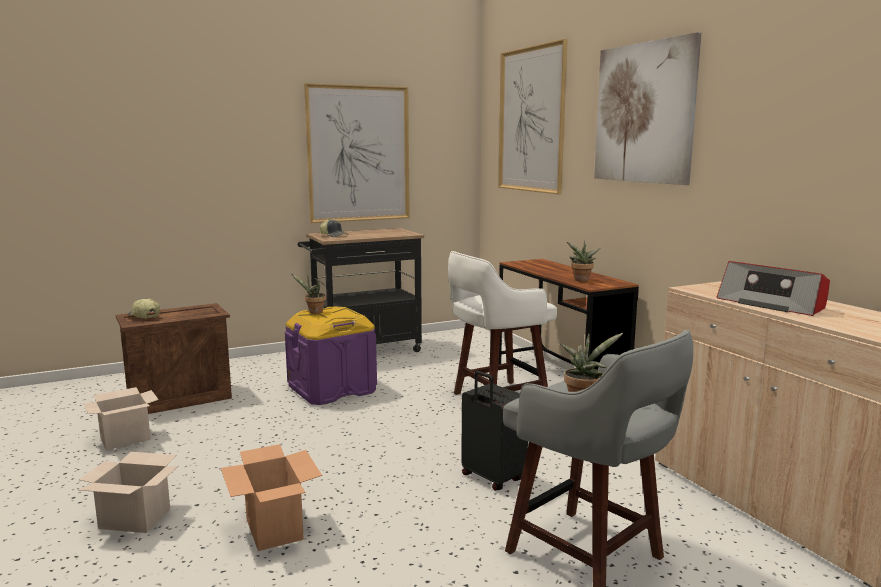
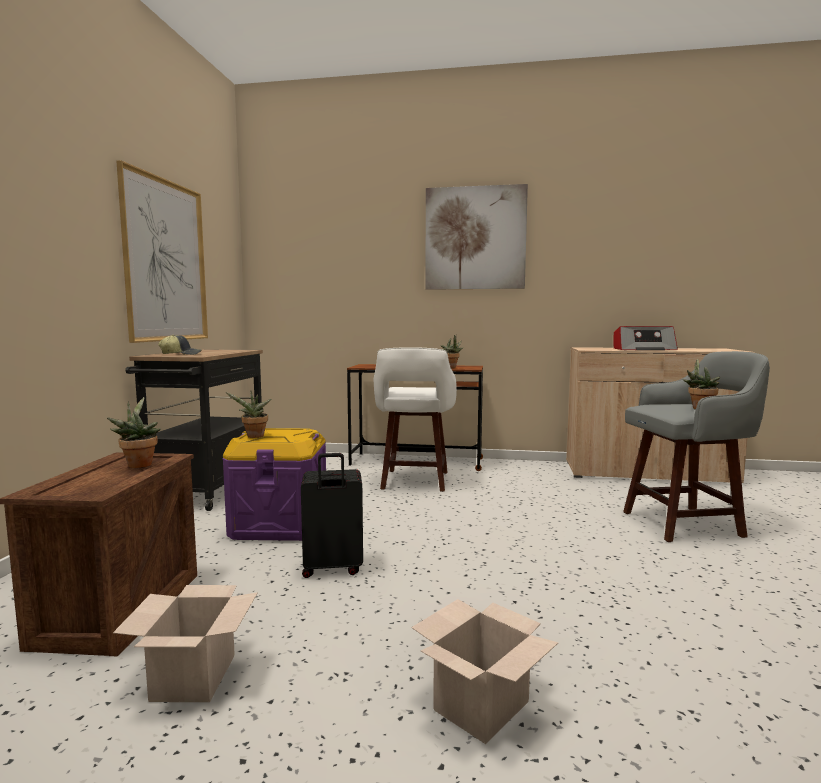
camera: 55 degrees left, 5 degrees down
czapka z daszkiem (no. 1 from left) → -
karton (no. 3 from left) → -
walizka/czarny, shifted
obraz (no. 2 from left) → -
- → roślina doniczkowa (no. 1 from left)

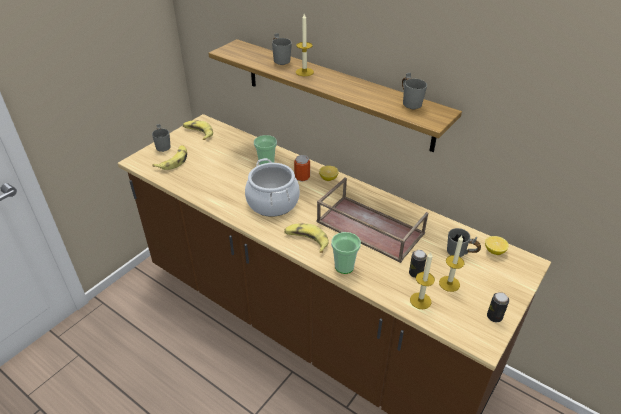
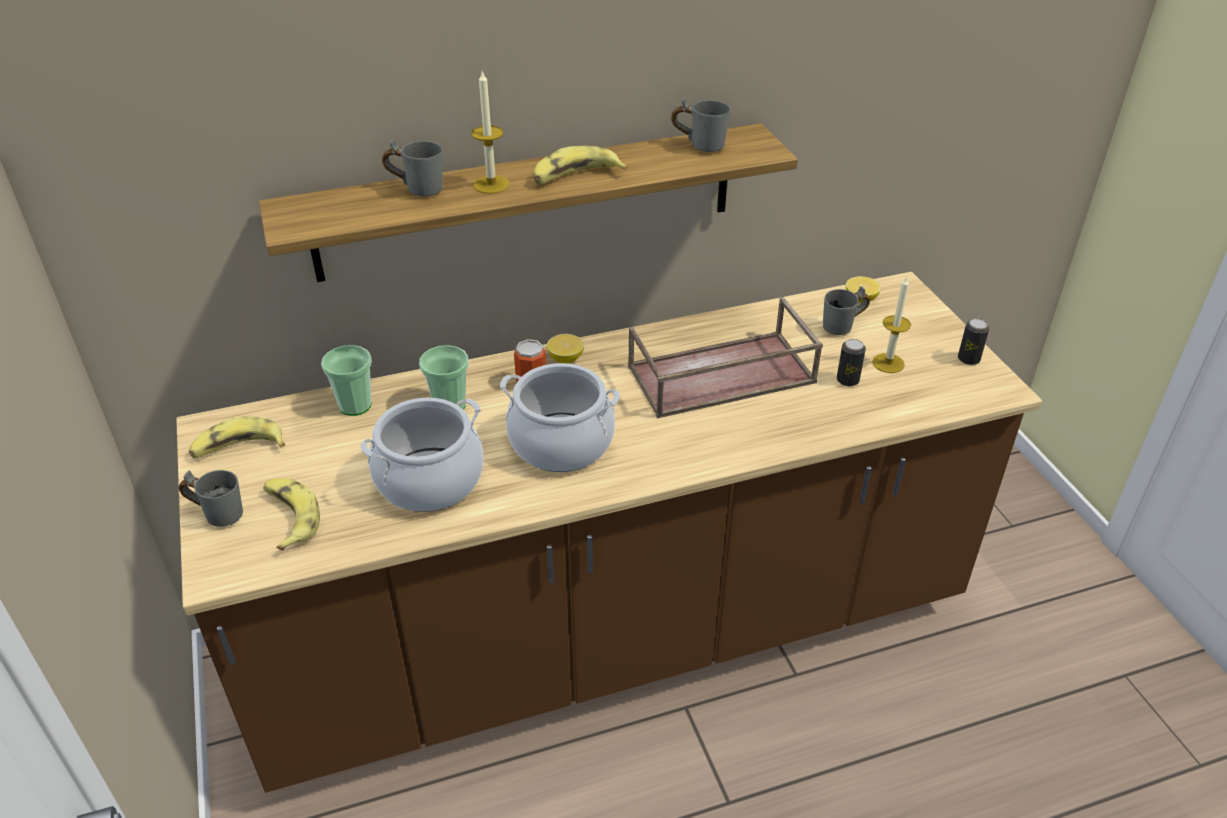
camera: 55 degrees left, 0 degrees up
banan (no. 3 from left), shifted
filiżanka (no. 2 from left in the first image) → filiżanka (no. 1 from left), shifted
świeca (no. 2 from left) → -
- → garnek (no. 1 from left)

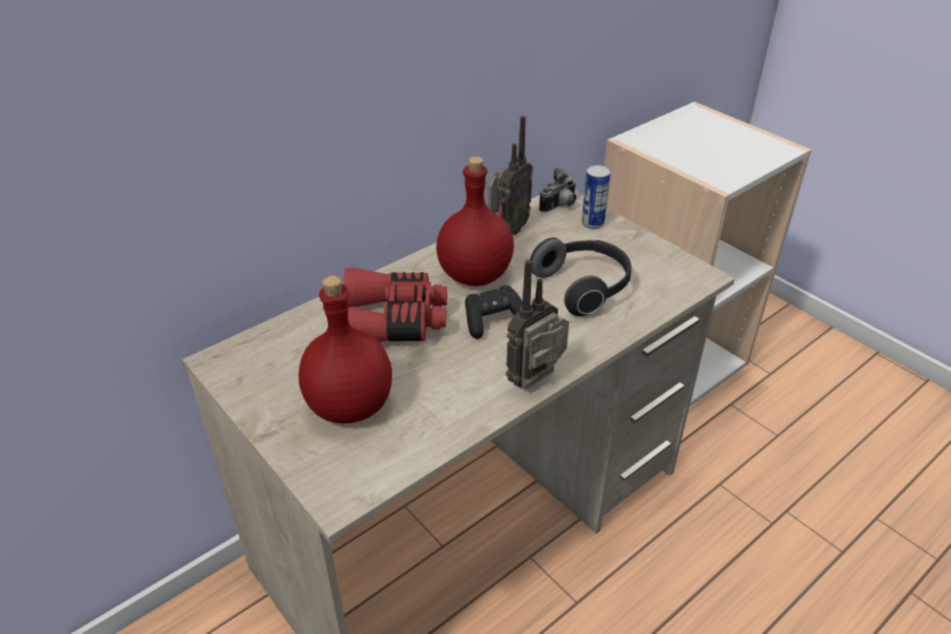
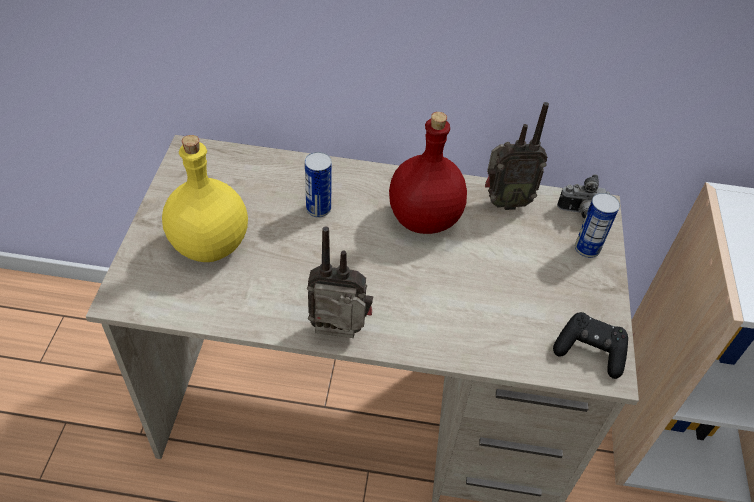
camera: 45 degrees right, 10 degrees up
butelka/czerwony (no. 1 from left) → butelka/żółty
lornetka/czerwony → puszka (no. 1 from left)
pad do gier/czarny, shifted
słuchawki → -

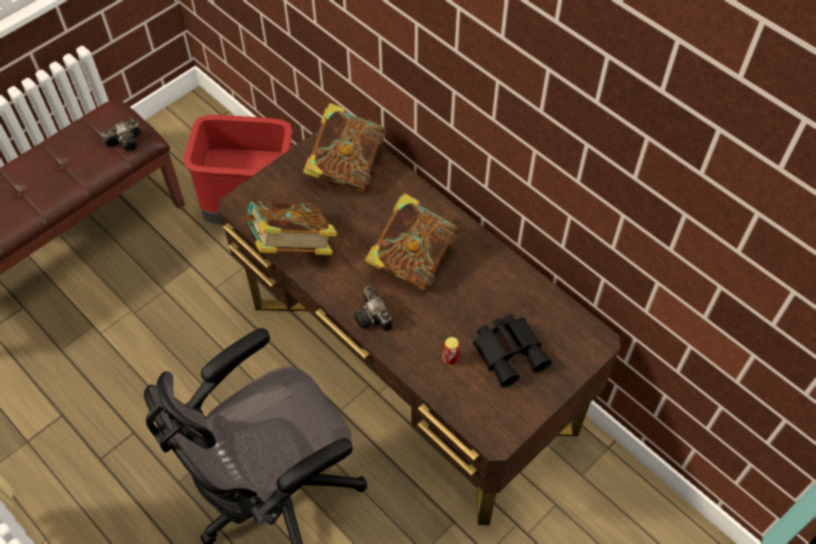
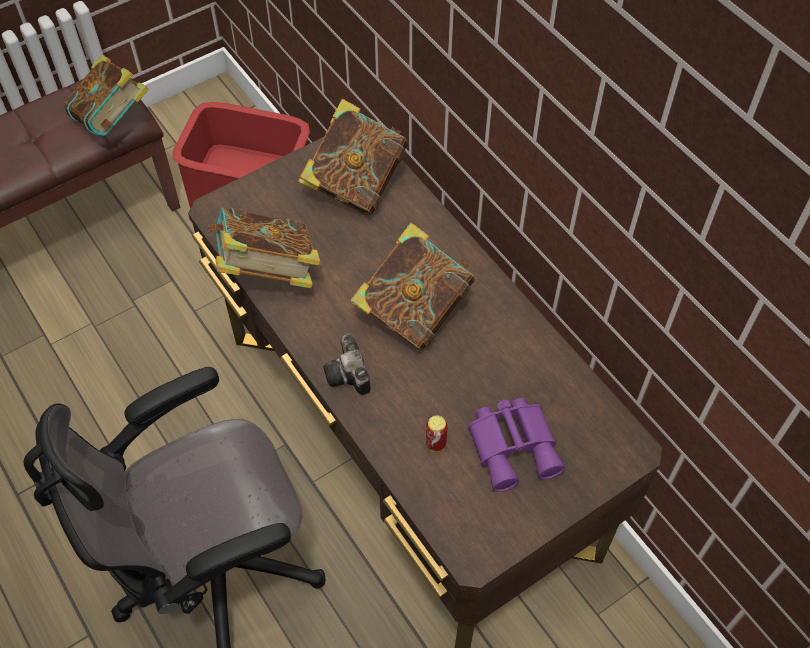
camera: 10 degrees right, 0 degrees up
aparat fotograficzny (no. 1 from left) → książka (no. 1 from left)
lornetka/czarny → lornetka/fioletowy

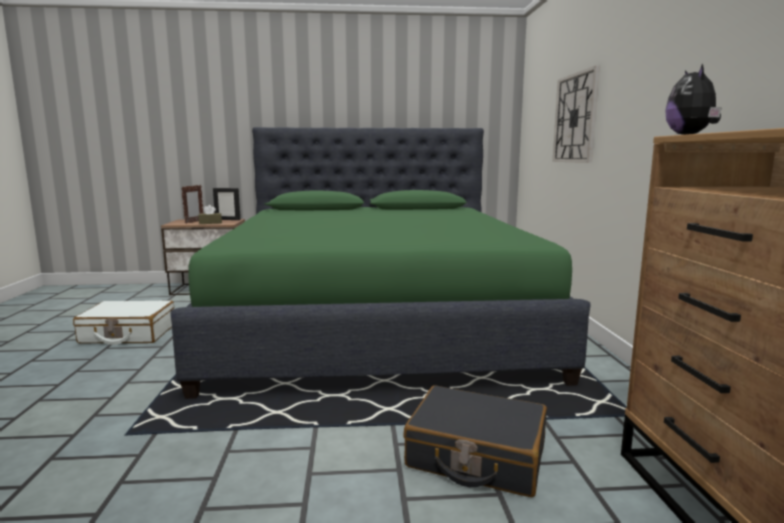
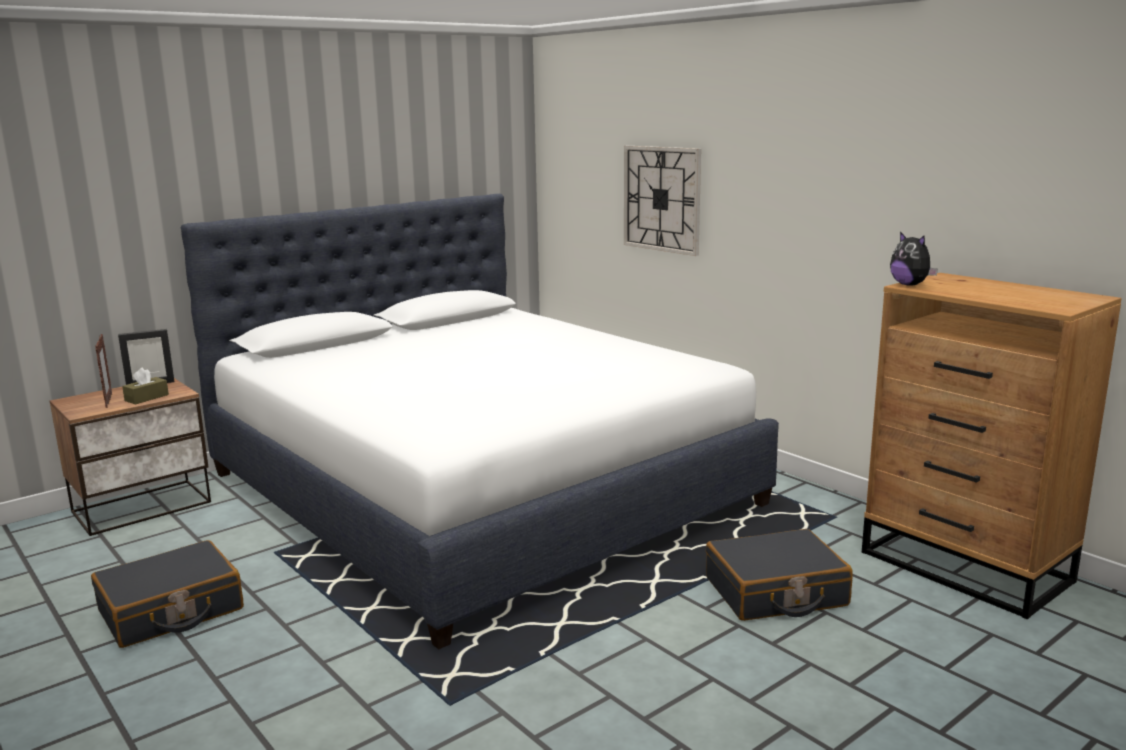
camera: 35 degrees left, 5 degrees up
walizka/biały → walizka/czarny (no. 1 from left)
łóżko/zielony → łóżko/biały

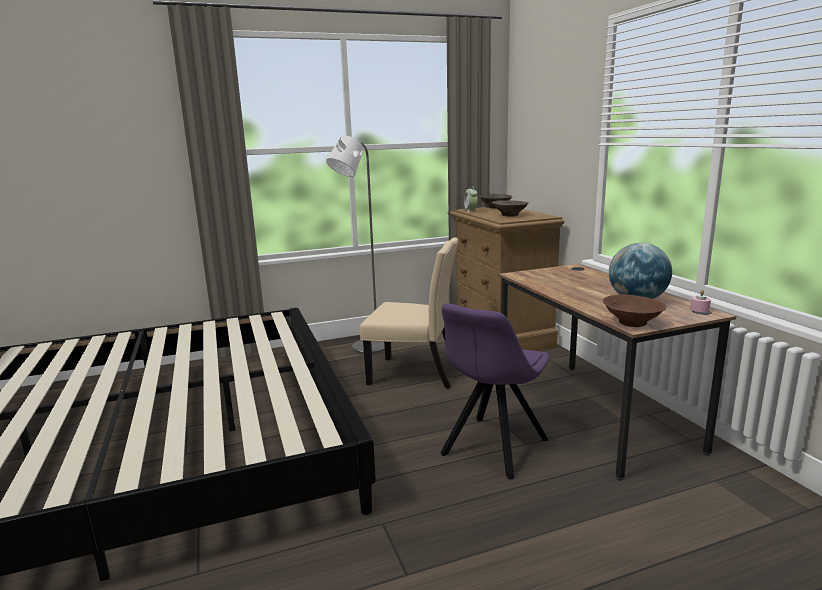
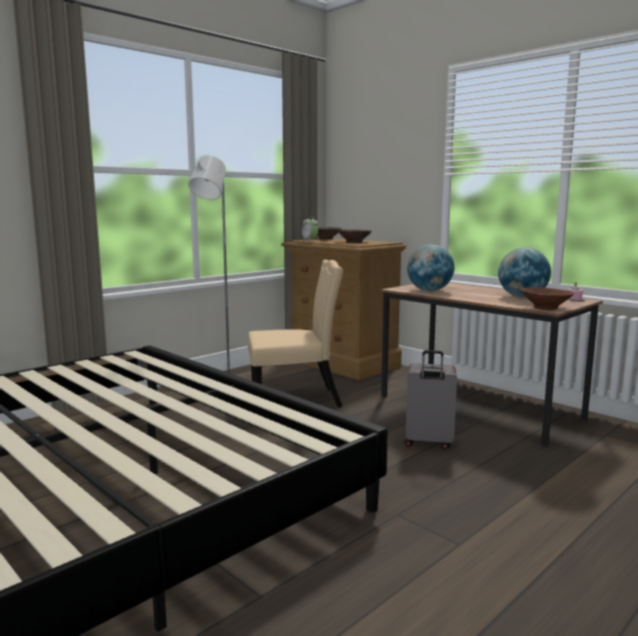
camera: 25 degrees left, 5 degrees down
krzesło/fioletowy → walizka/szary
- → globus (no. 1 from left)

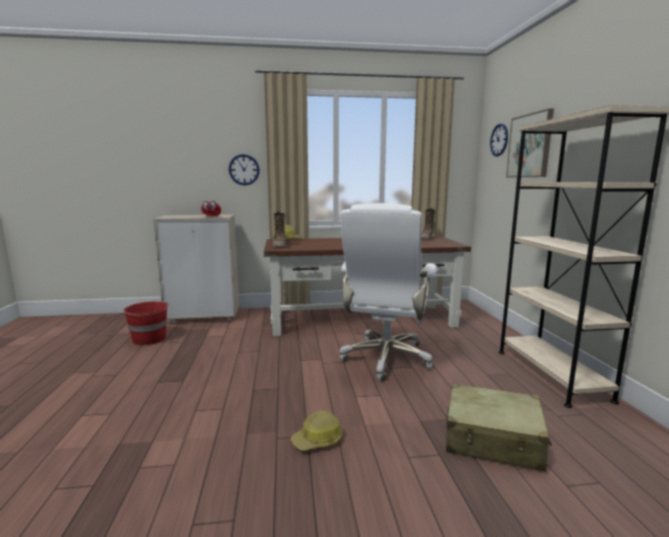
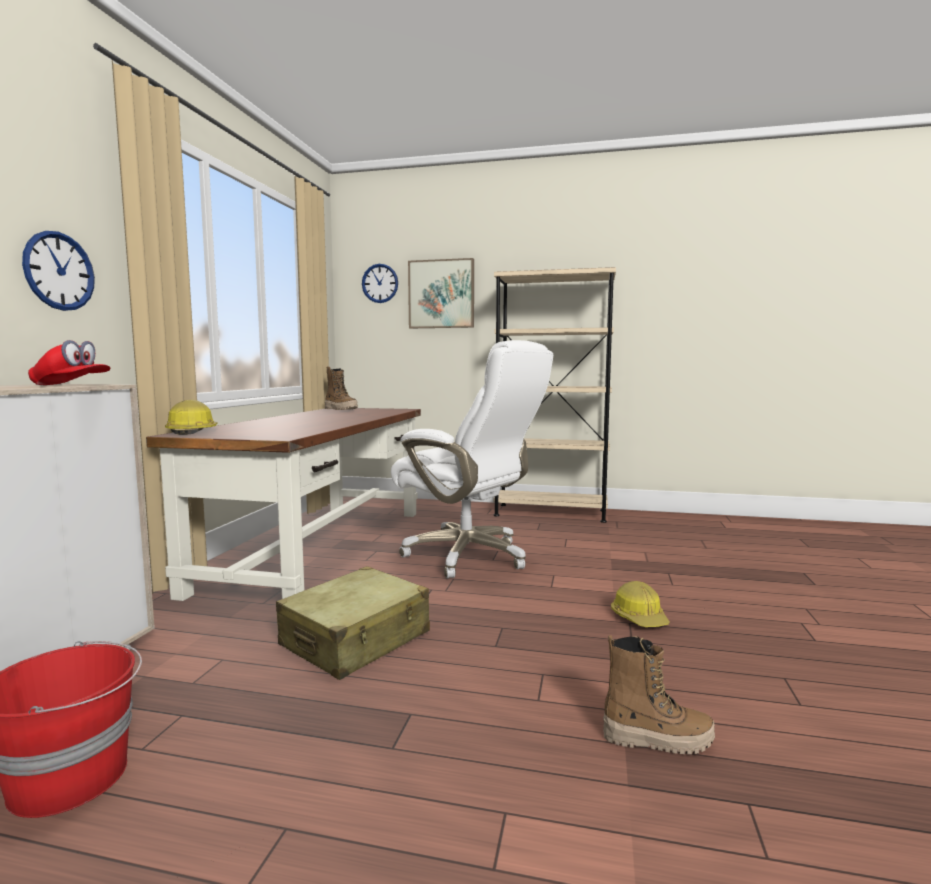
camera: 70 degrees left, 5 degrees down
but z cholewką (no. 1 from left in the first image) → but z cholewką (no. 2 from left), shifted
walizka/beżowy, shifted

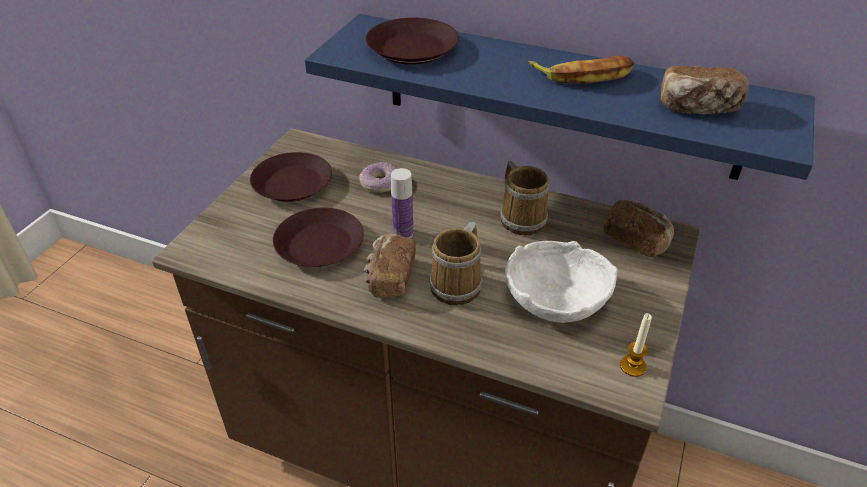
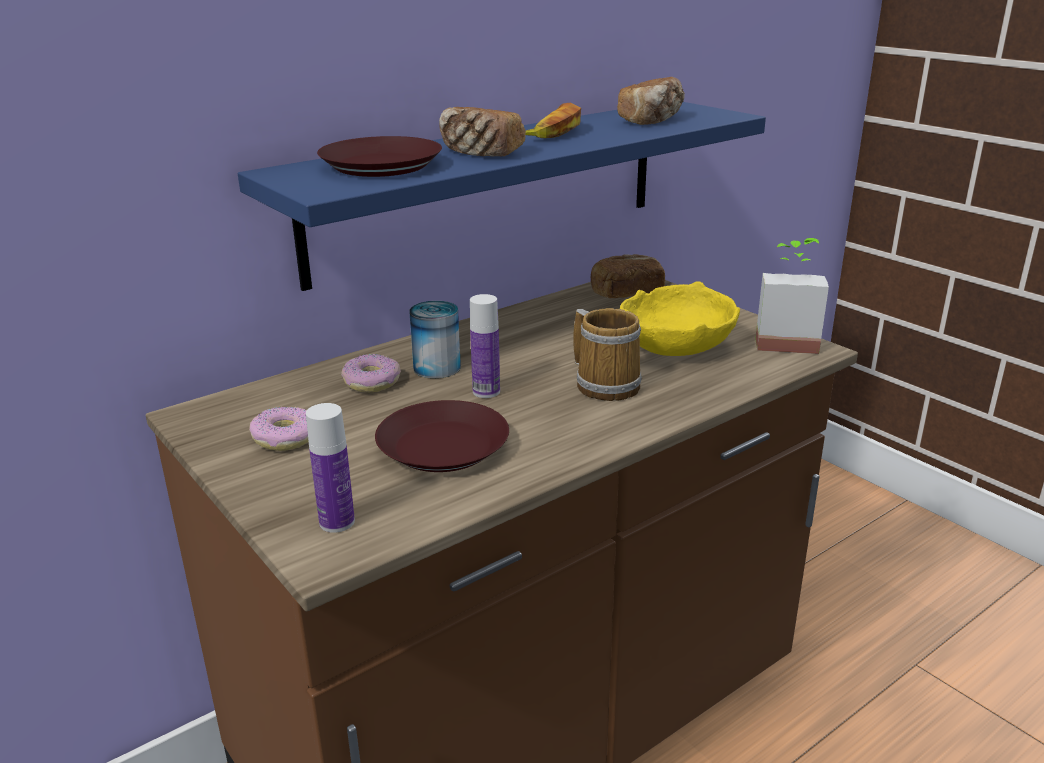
camera: 60 degrees left, 15 degrees down
talerz/brązowy (no. 1 from left) → donut (no. 1 from left)
chleb (no. 1 from left), shifted
kubek (no. 2 from left) → -
miska/biały → miska/żółty
świeca → roślina doniczkowa
- → butelka (no. 1 from left)
- → puszka

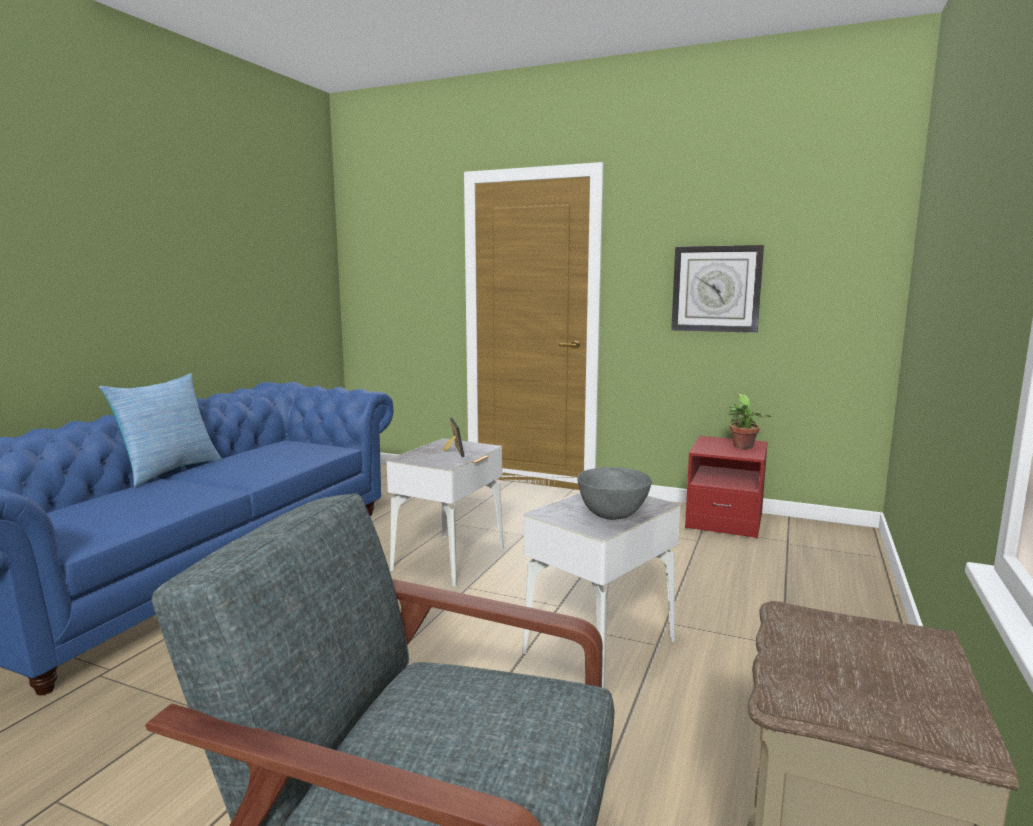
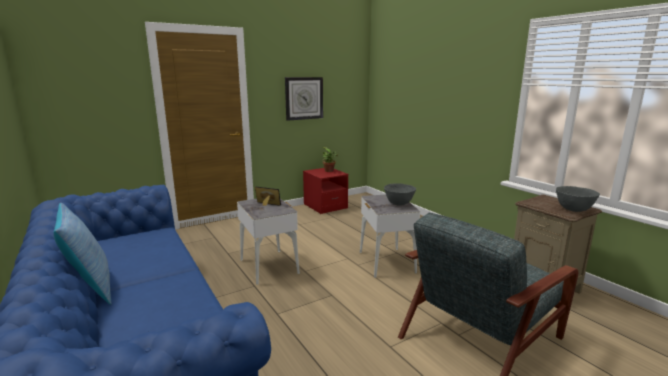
camera: 55 degrees left, 5 degrees up
- → miska/szary (no. 2 from left)

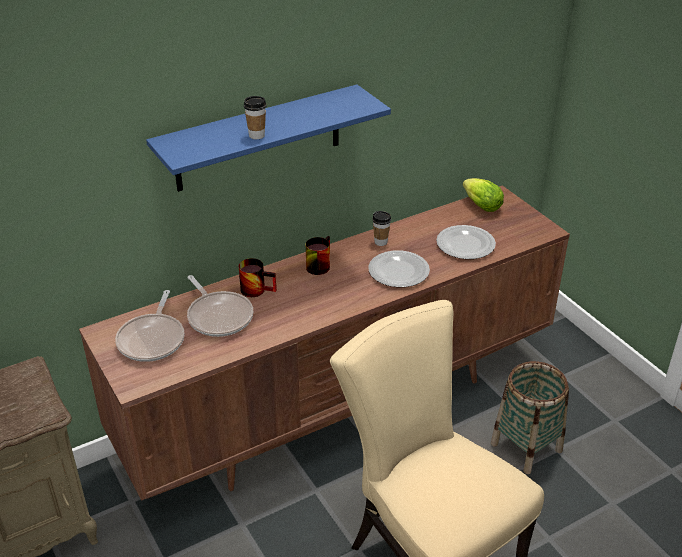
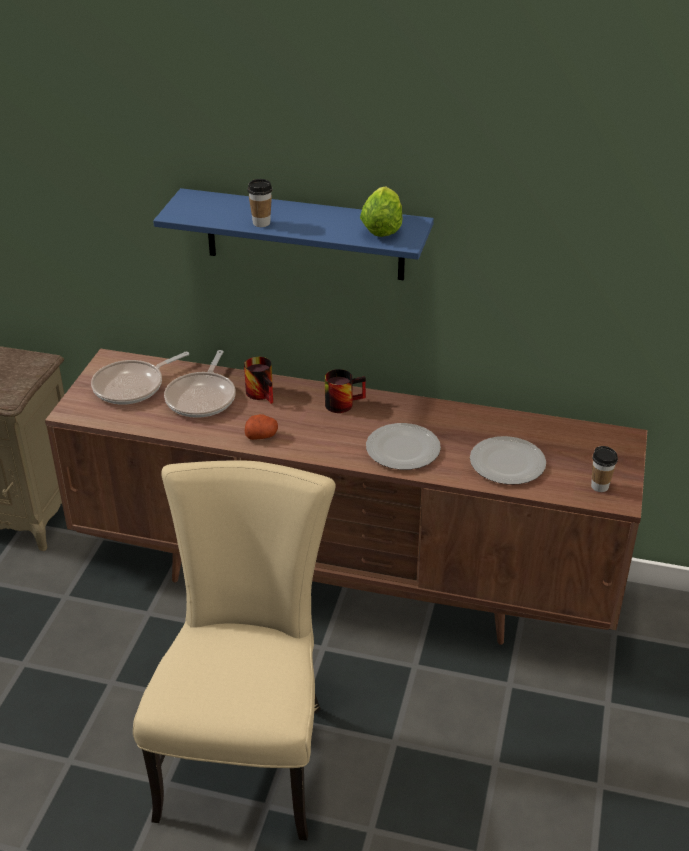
camera: 45 degrees right, 0 degrees up
filiżanka (no. 2 from left), shifted
sałata, shifted
koszyk → -
- → ziemniak

